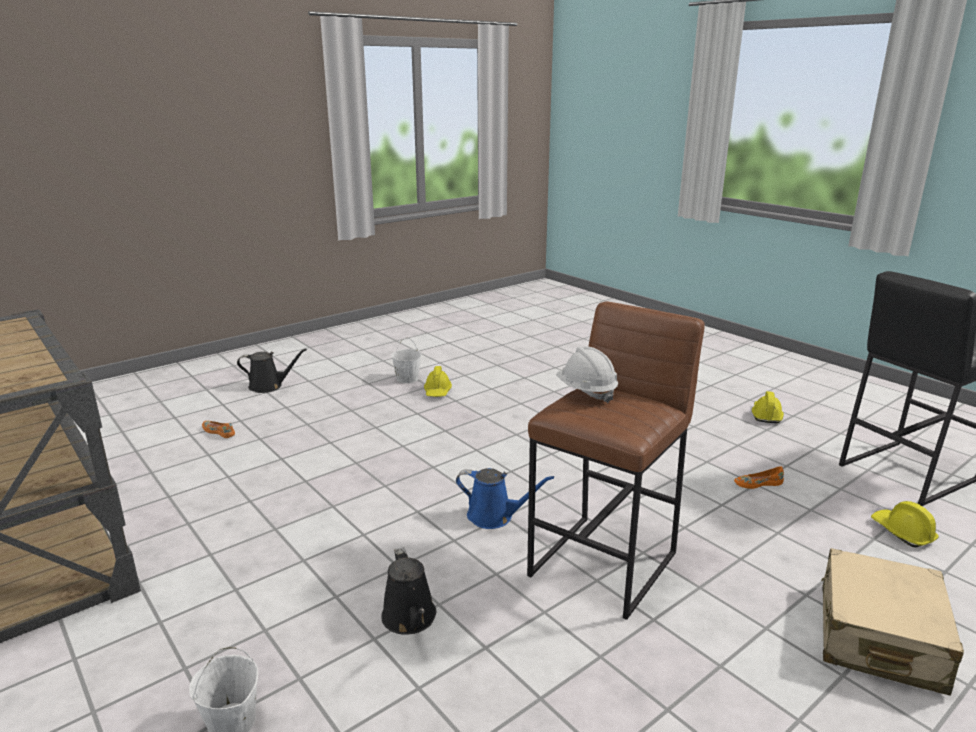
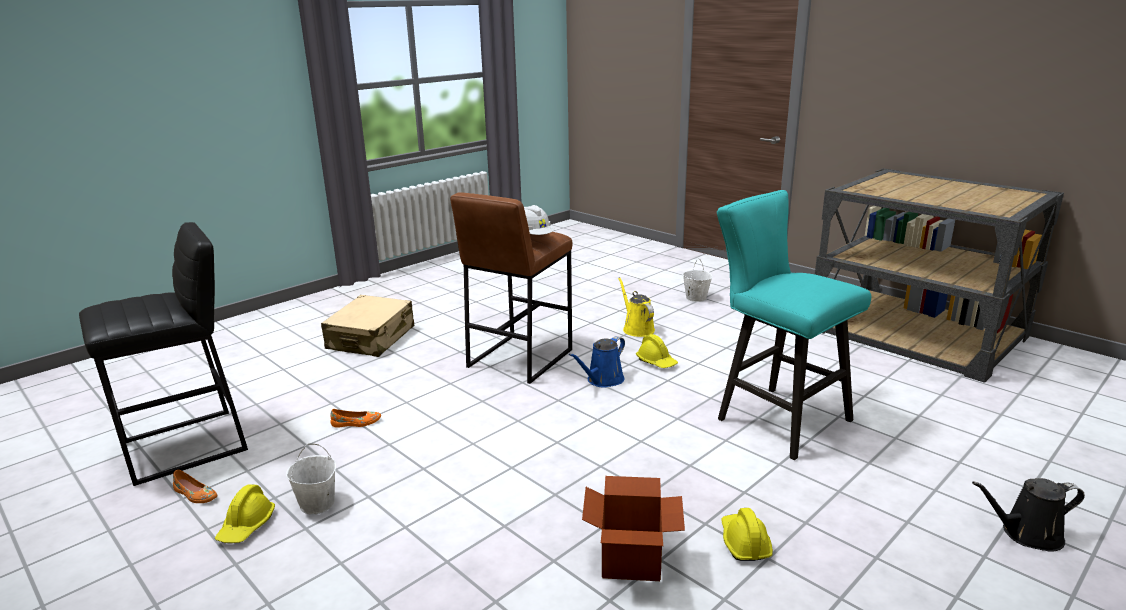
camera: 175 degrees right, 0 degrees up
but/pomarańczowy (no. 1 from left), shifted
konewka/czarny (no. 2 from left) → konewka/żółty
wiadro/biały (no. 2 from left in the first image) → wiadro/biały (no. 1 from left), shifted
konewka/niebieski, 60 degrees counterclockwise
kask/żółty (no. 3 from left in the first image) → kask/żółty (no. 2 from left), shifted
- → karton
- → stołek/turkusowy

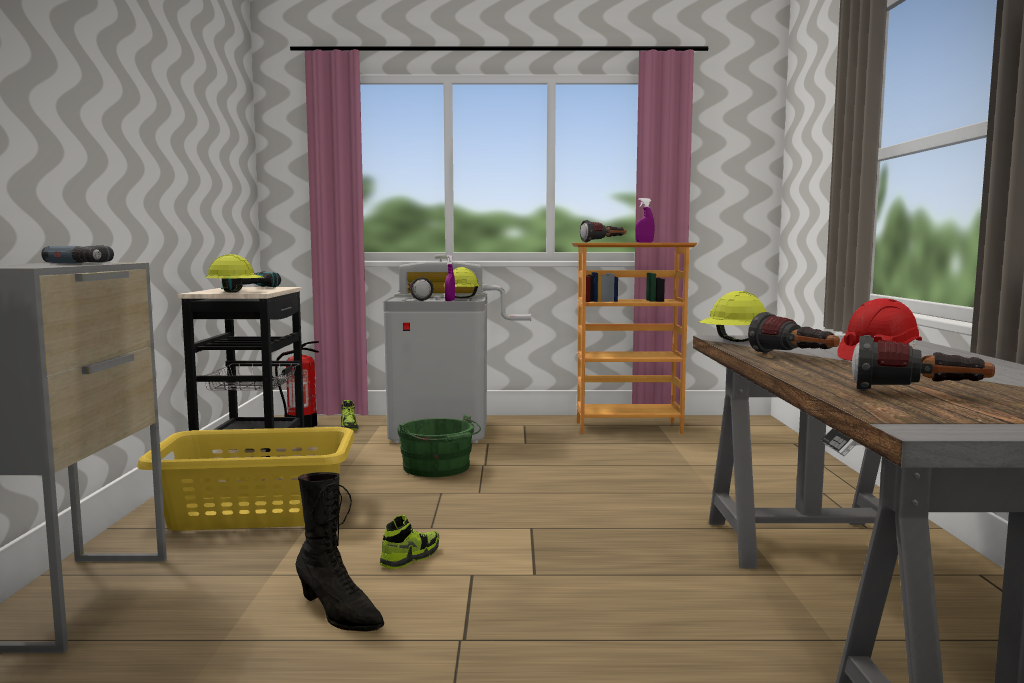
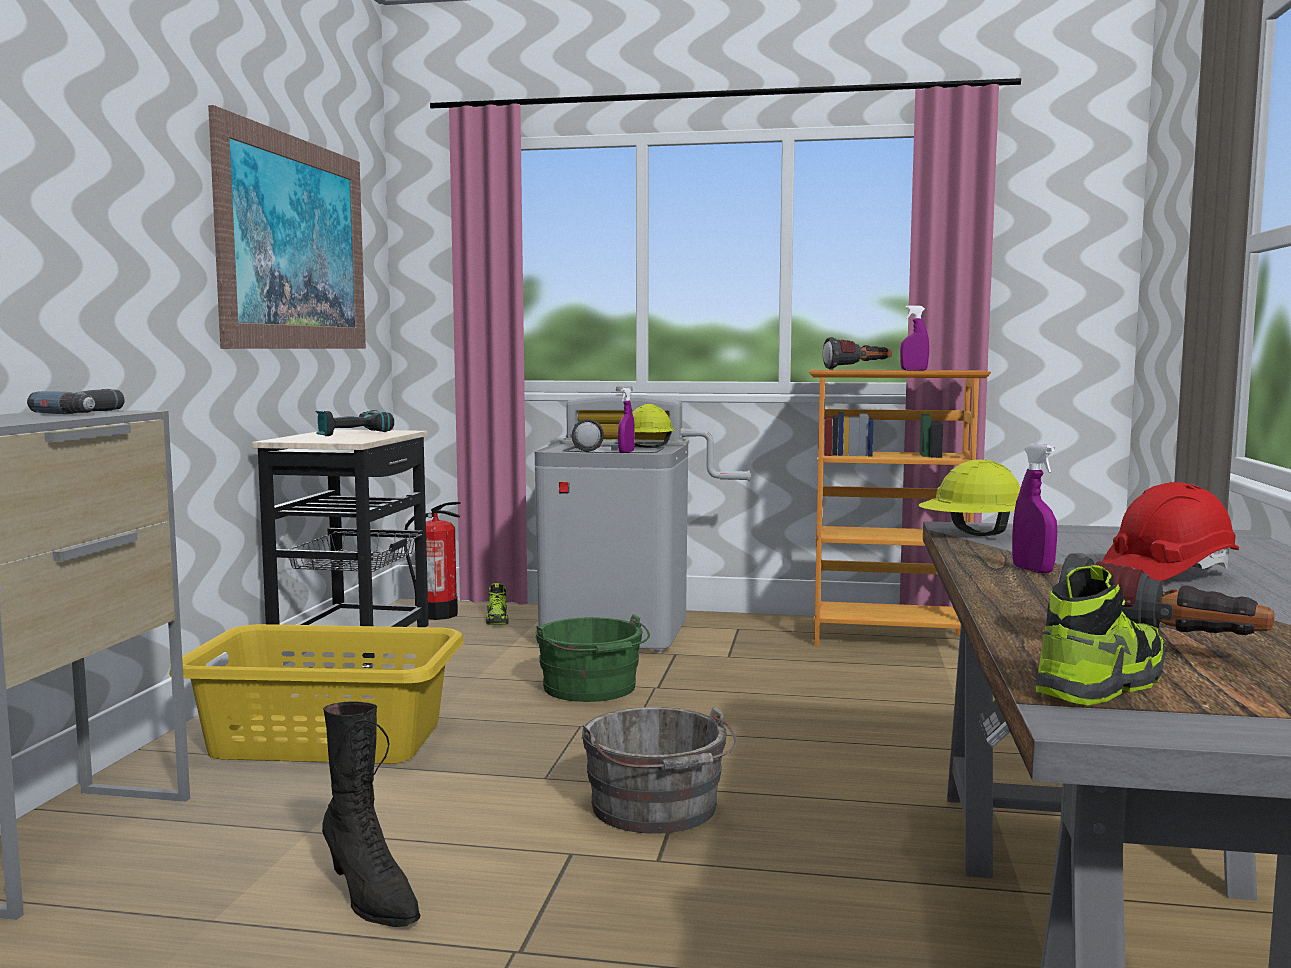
camera: 10 degrees right, 0 degrees up
kask/żółty (no. 1 from left) → -
but (no. 2 from left), shifted
latarka (no. 3 from left) → spryskiwacz/fioletowy (no. 3 from left)
- → obraz
- → wiadro/szary

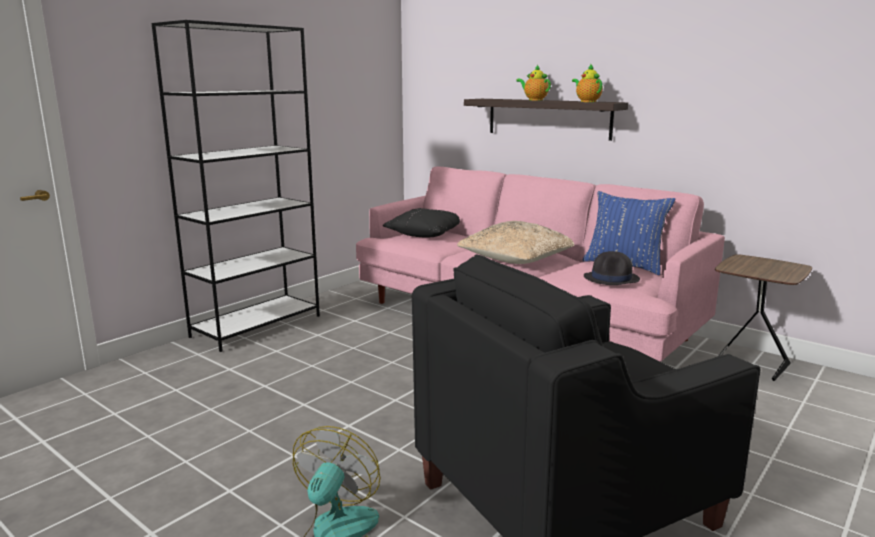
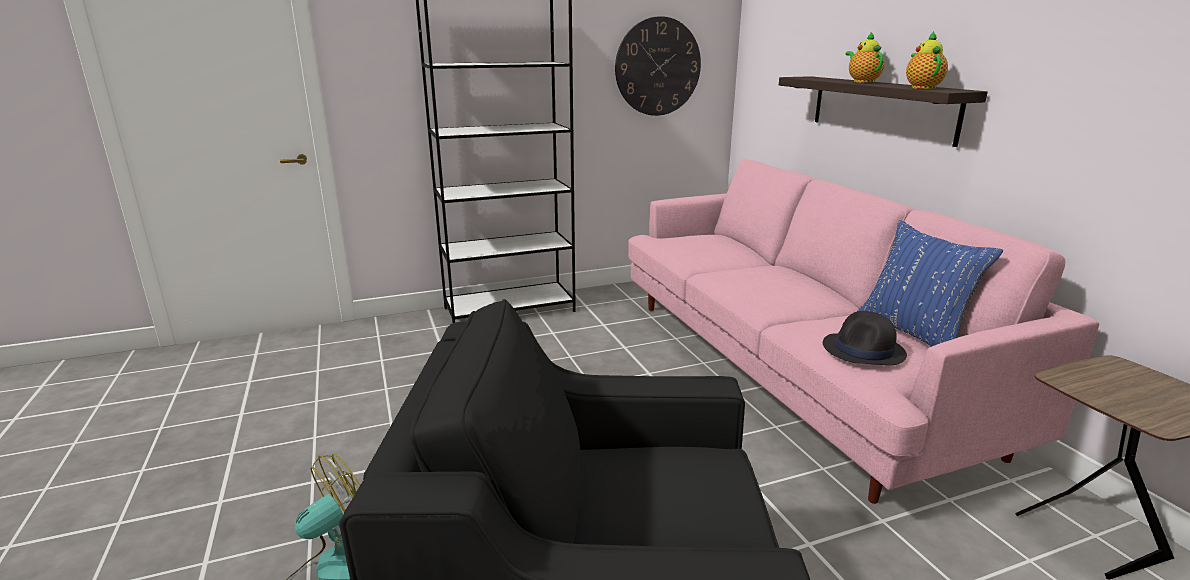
camera: 30 degrees right, 5 degrees up
poduszka/czarny → -
poduszka/beżowy → -
- → zegar ścienny

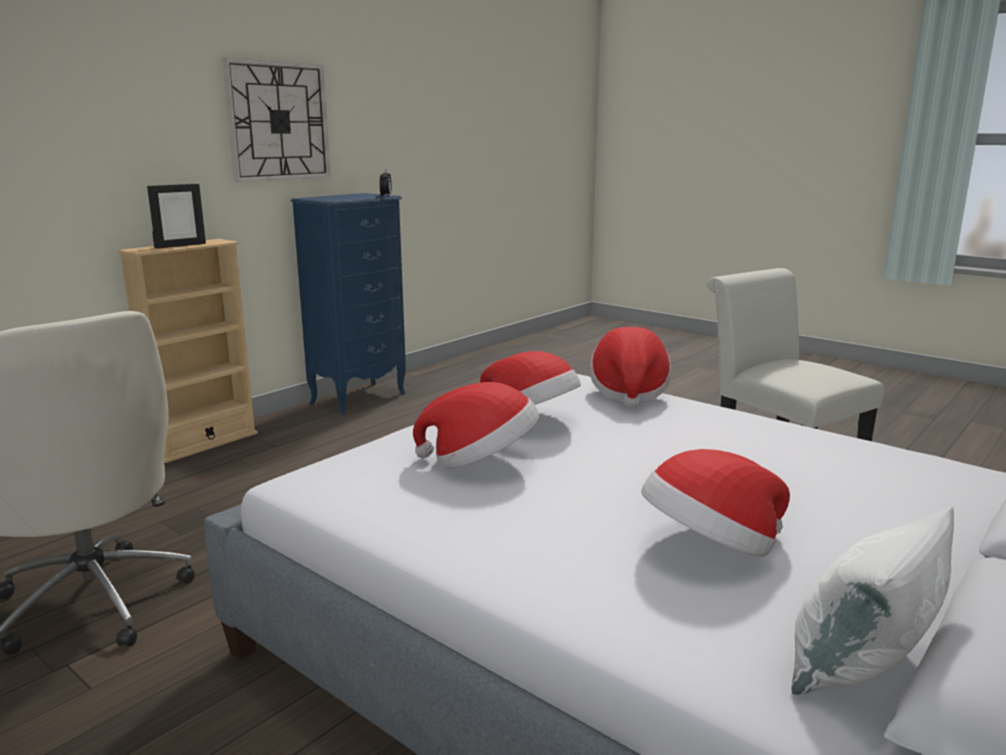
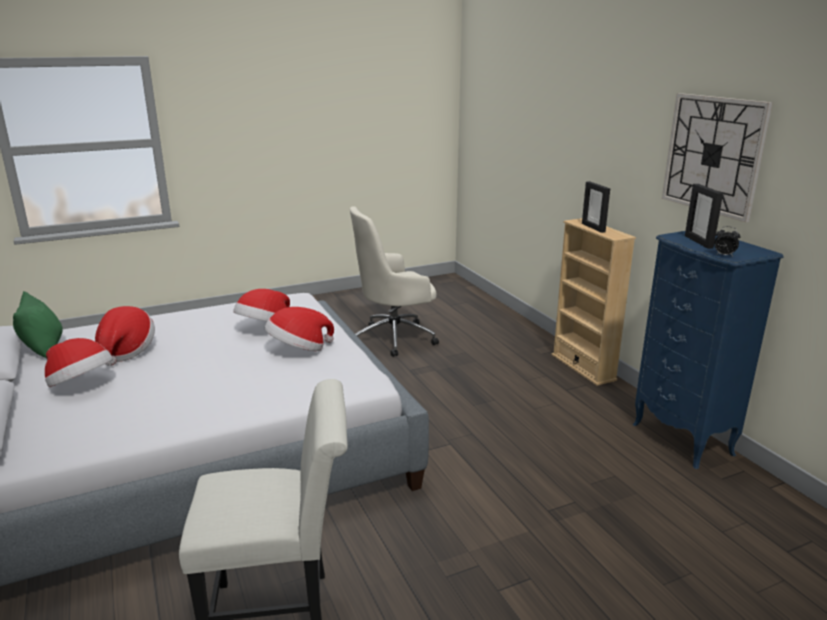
camera: 115 degrees right, 5 degrees up
kapelusz (no. 3 from left in the first image) → kapelusz (no. 1 from left), shifted
poduszka/biały → poduszka/zielony
- → ramka na zdjęcie (no. 2 from left)

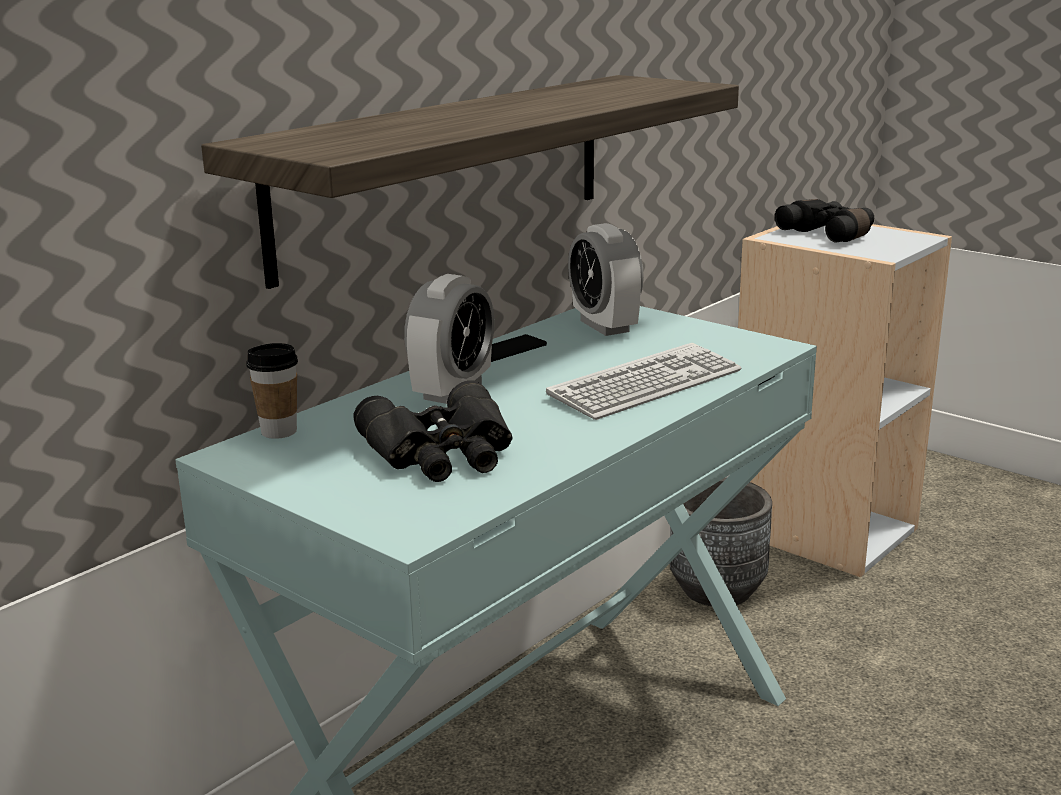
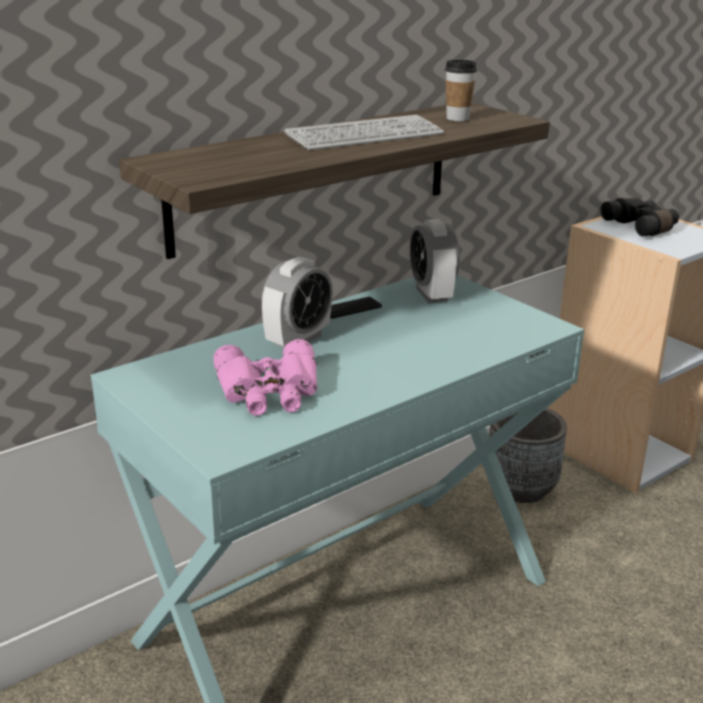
camera: 10 degrees right, 5 degrees up
filiżanka, shifted
lornetka/czarny (no. 1 from left) → lornetka/różowy
klawiatura, shifted

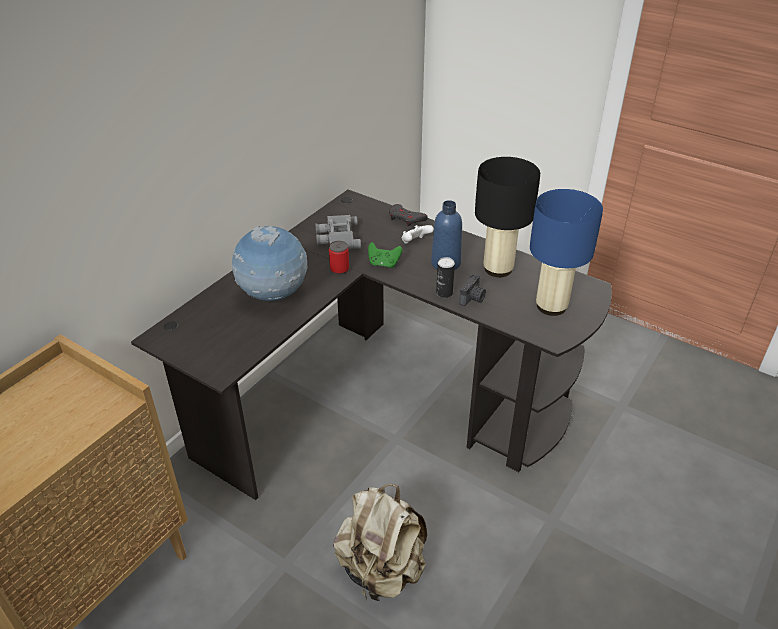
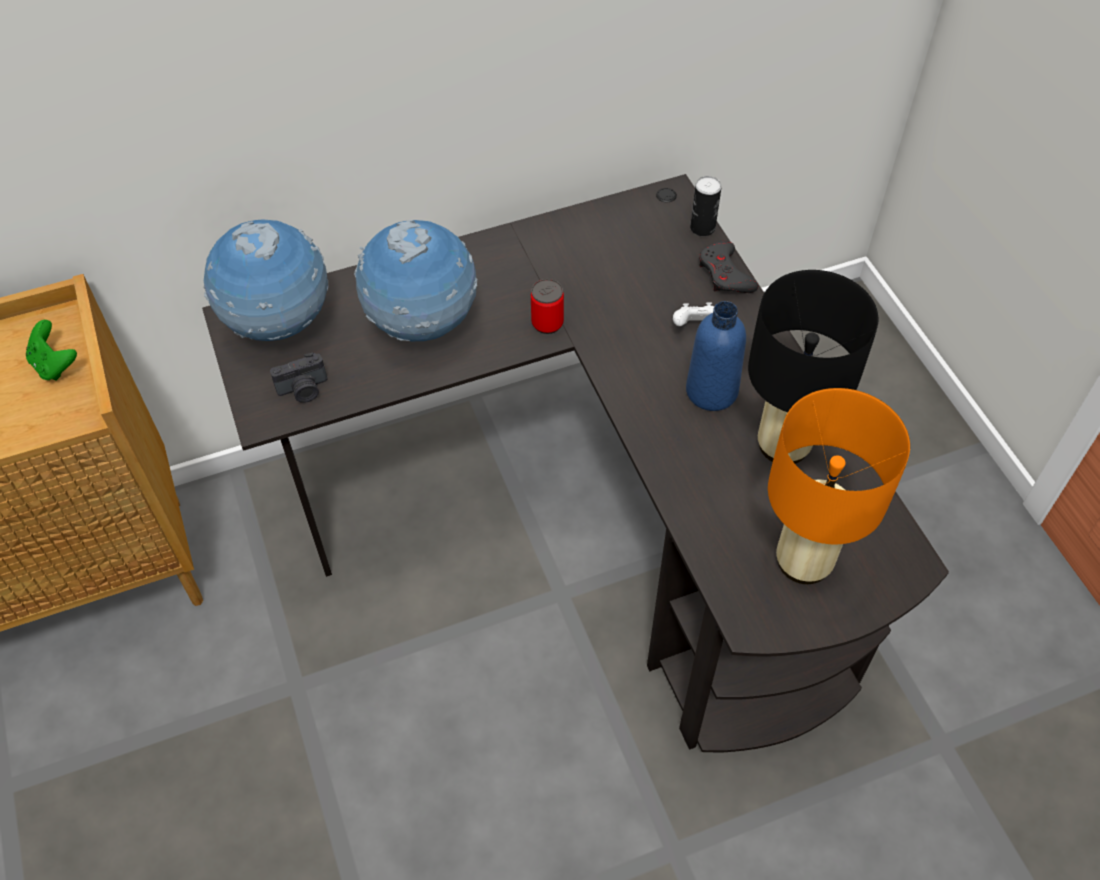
camera: 35 degrees right, 15 degrees up
lornetka/szary → -
plecak/beżowy → -
pad do gier/zielony, shifted
puszka (no. 2 from left), shifted
aparat fotograficzny, shifted
lampa stołowa/niebieski → lampa stołowa/pomarańczowy
- → globus (no. 1 from left)

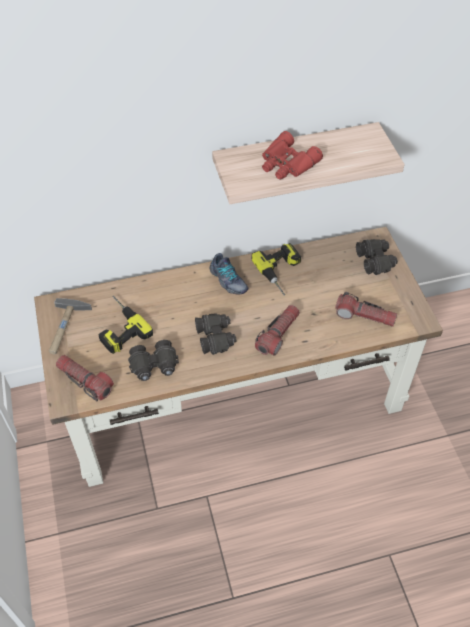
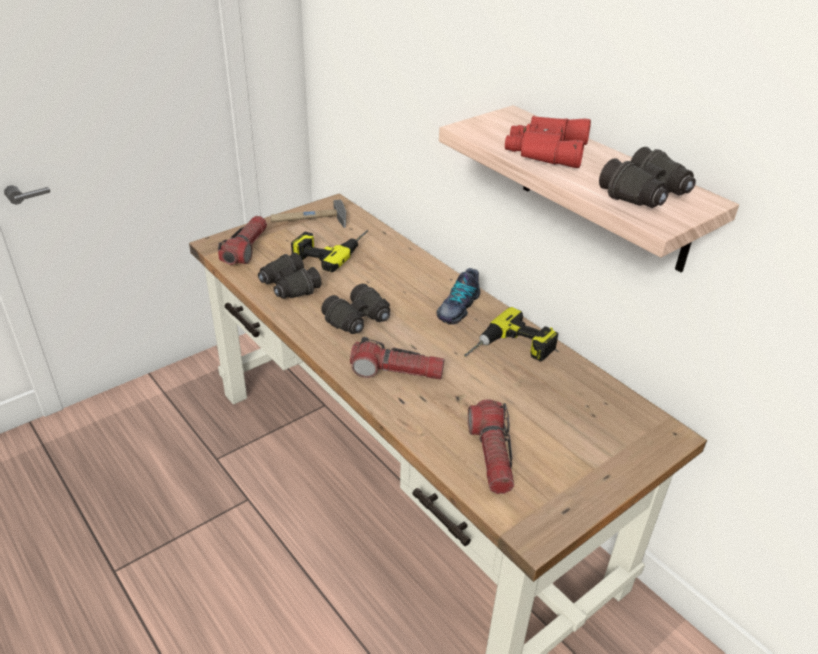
camera: 65 degrees right, 15 degrees down
lornetka/czarny (no. 3 from left), shifted

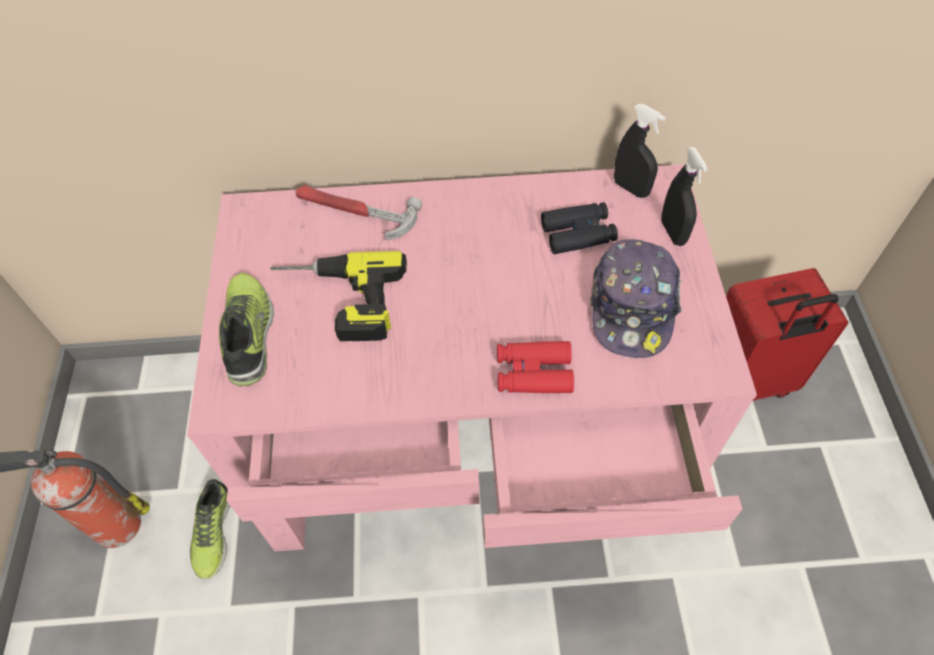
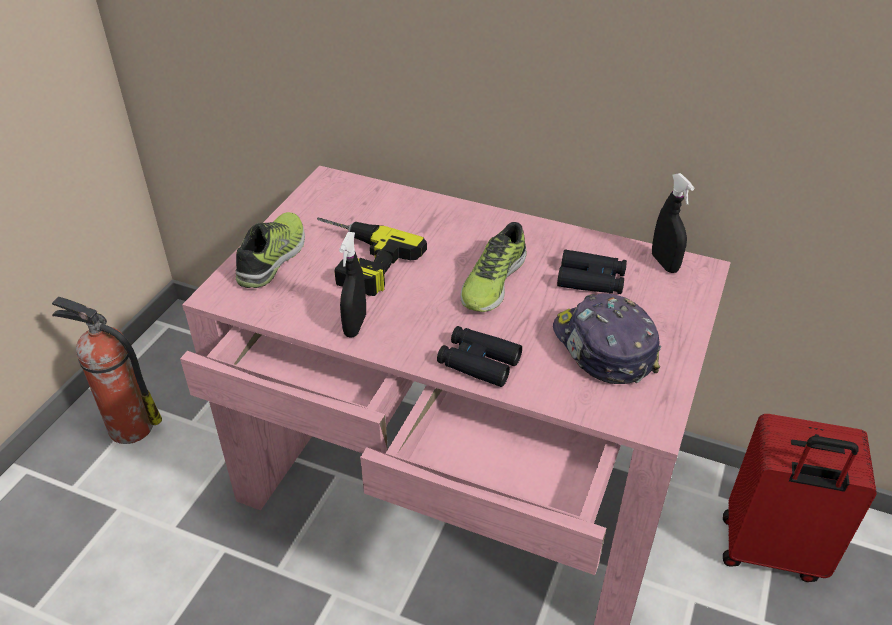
camera: 25 degrees right, 15 degrees down
but (no. 1 from left in the first image) → but (no. 2 from left), shifted
młotek → -
lornetka/czerwony → lornetka/czarny (no. 1 from left)
czapka z daszkiem, 120 degrees clockwise
spryskiwacz/czarny (no. 2 from left in the first image) → spryskiwacz/czarny (no. 1 from left), shifted

